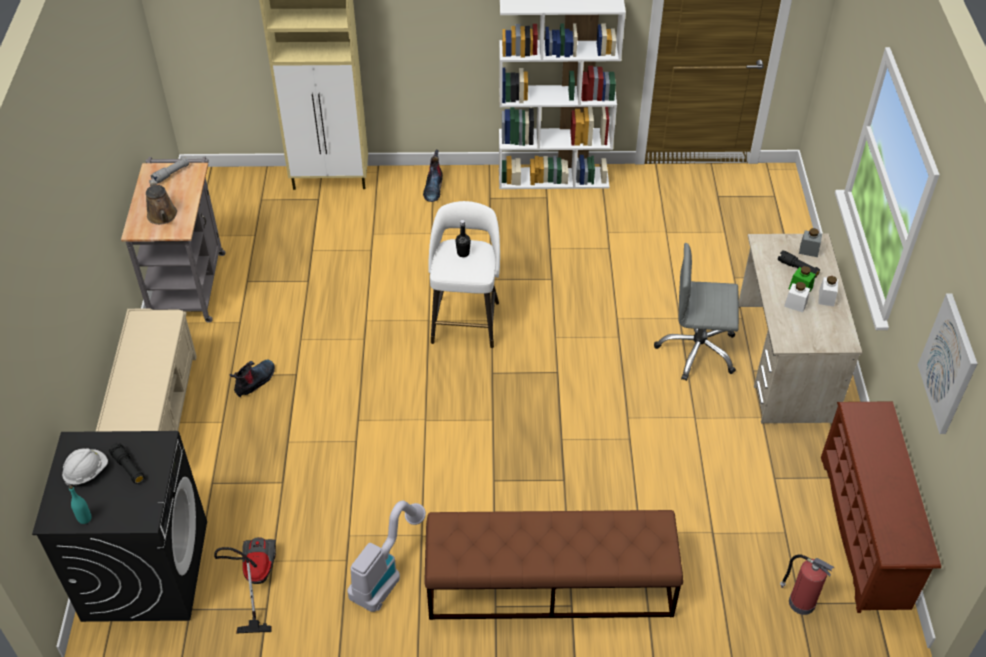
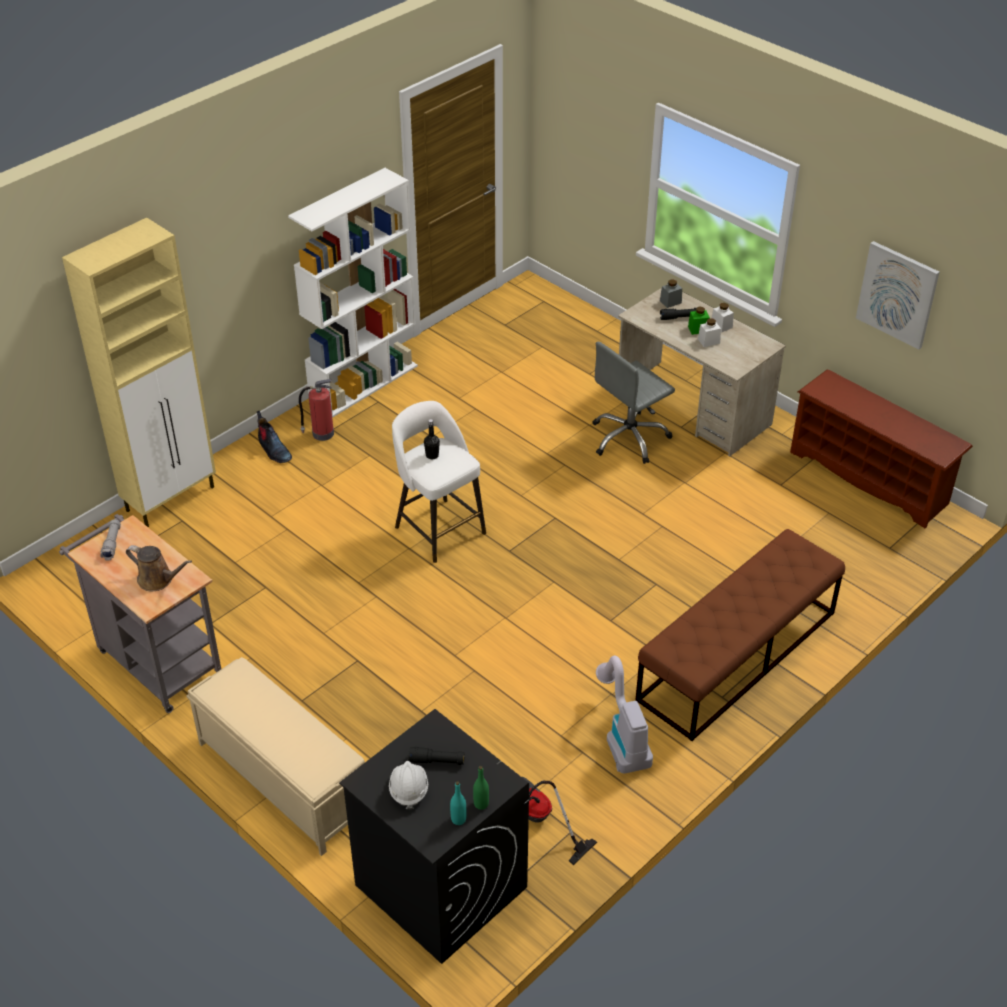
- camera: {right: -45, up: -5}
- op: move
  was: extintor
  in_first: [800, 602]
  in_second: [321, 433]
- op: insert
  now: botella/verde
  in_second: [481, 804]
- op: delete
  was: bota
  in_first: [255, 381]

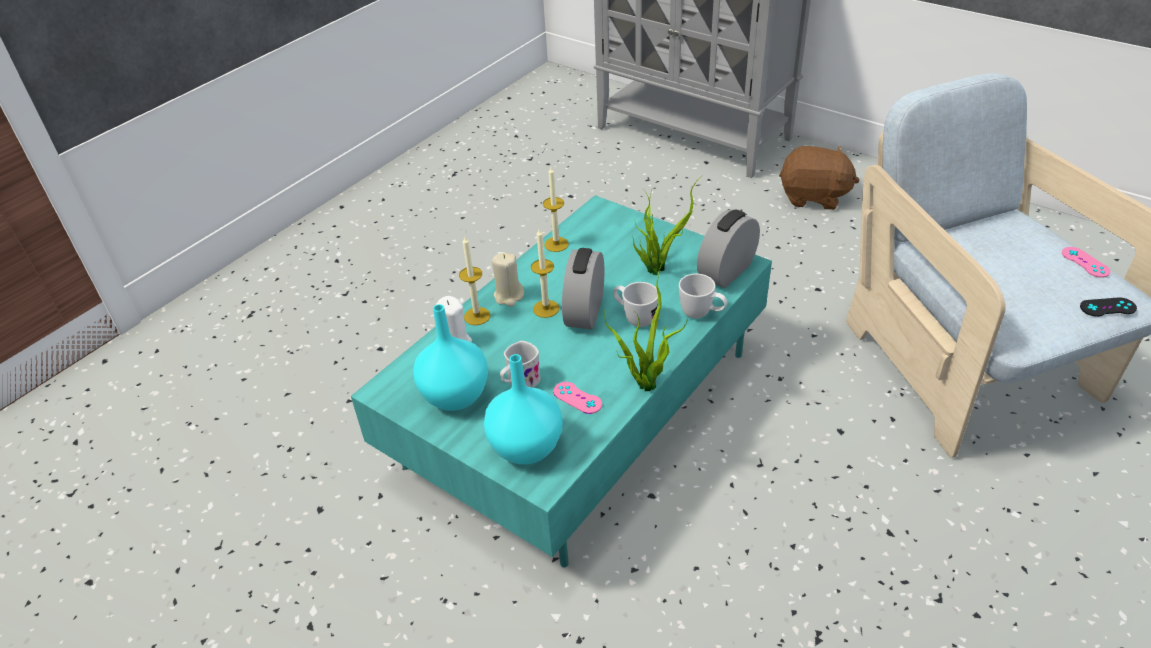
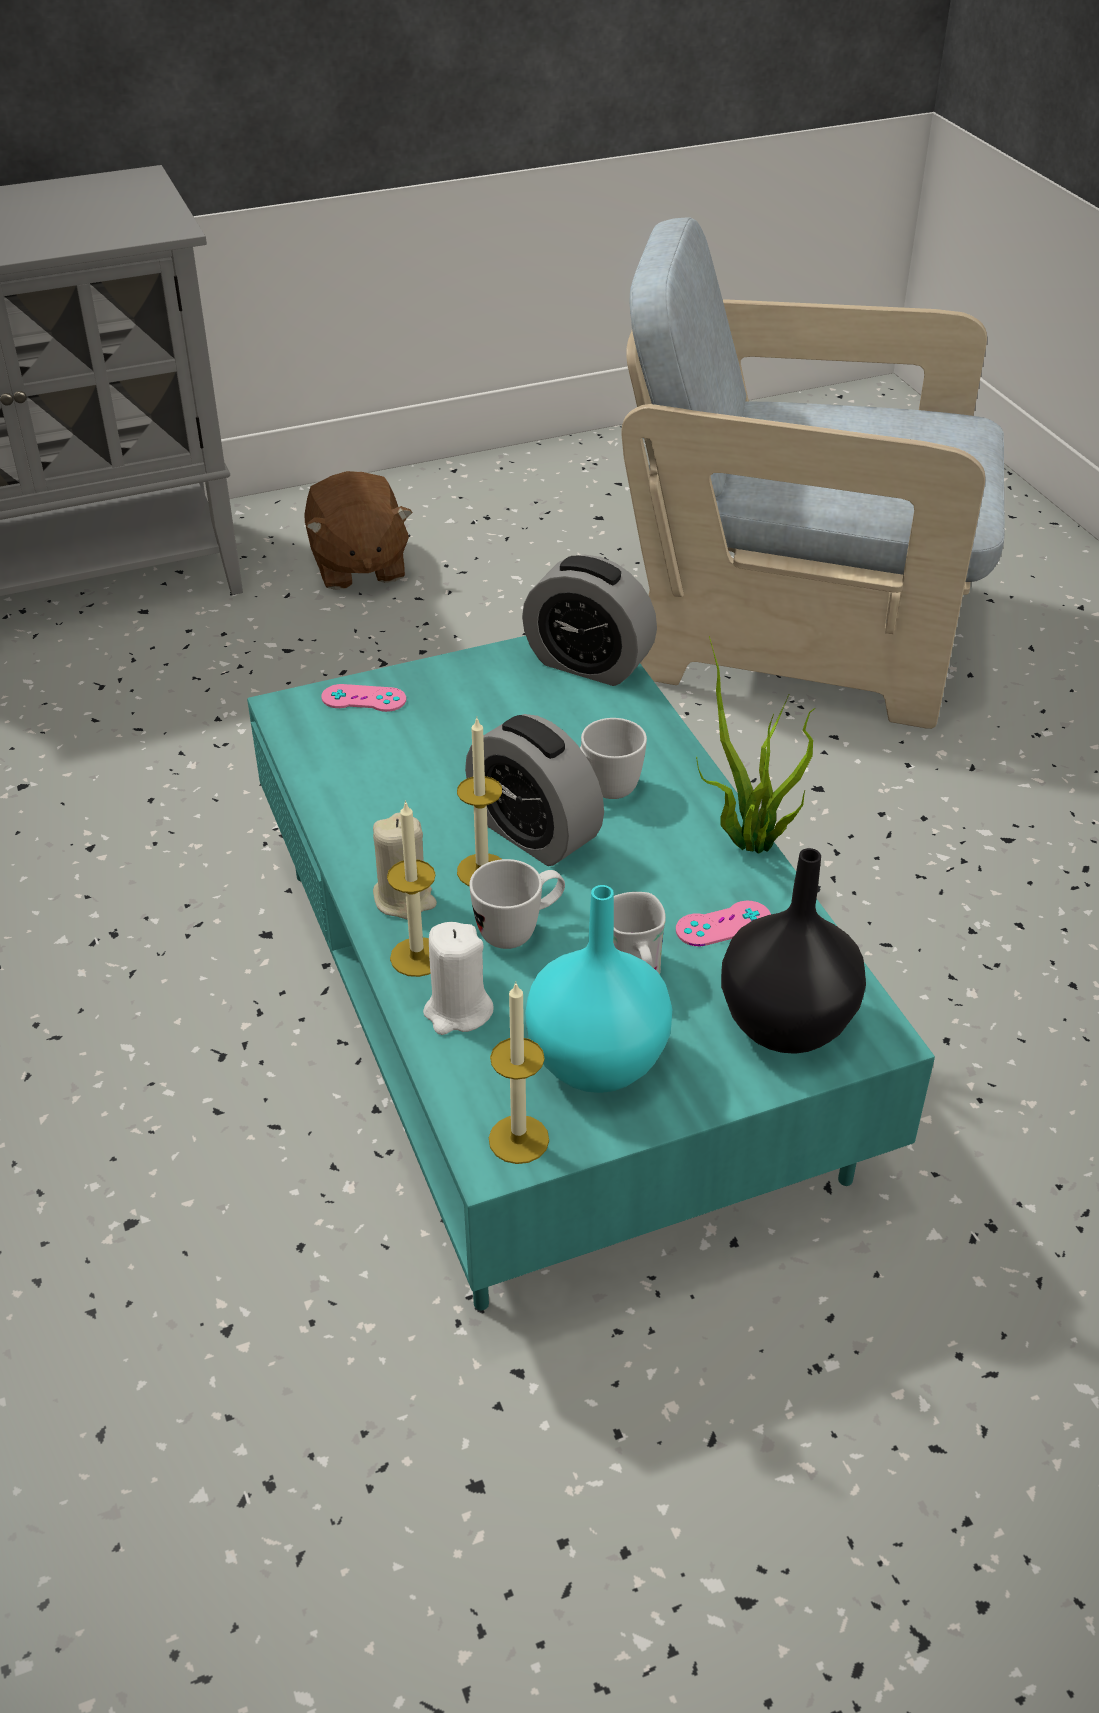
- camera: {right: -60, up: 0}
- op: rotate
  was: peluche/marrón
  in_first: [813, 197]
  in_second: [358, 566]
  clockwise: 120
- op: move
  was: mando de consola/rosa
  in_first: [1085, 262]
  in_second: [364, 699]
- op: move
  was: taza grande/blanco
  in_first: [701, 314]
  in_second: [519, 931]
- op: move
  was: vela
  in_first: [556, 244]
  in_second: [518, 1139]
- op: rotate
  was: despertador
  in_first: [726, 272]
  in_second: [588, 664]
  clockwise: -45
- op: recolor
  was: florero/turquesa
  now: florero/negro
  in_first: [524, 447]
  in_second: [785, 1026]
- op: delete
  was: planta en maceta
  in_first: [657, 267]
- op: delete
  was: mando de consola/negro
  in_first: [1107, 307]

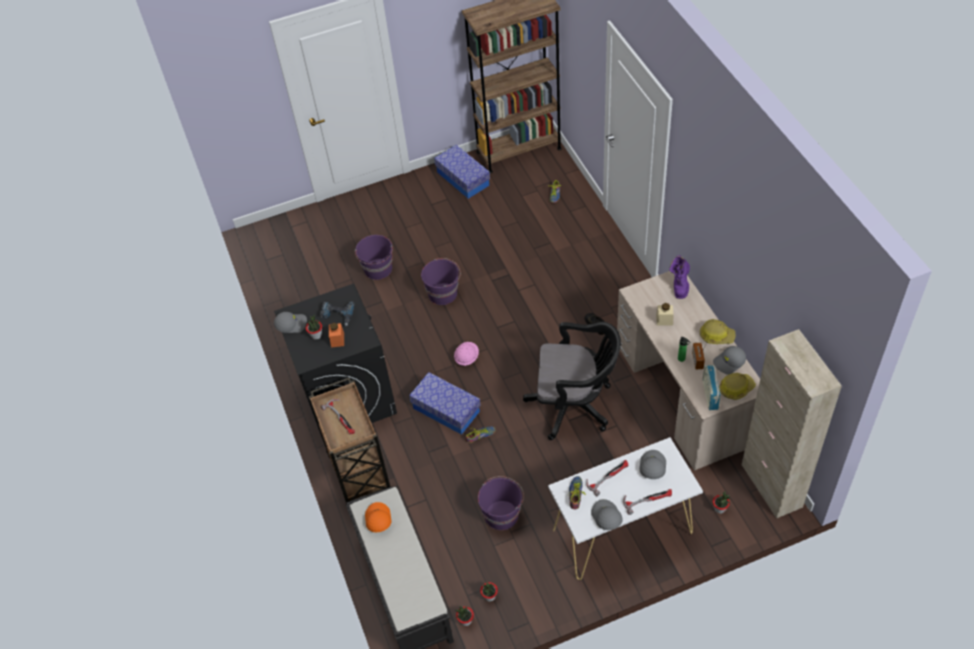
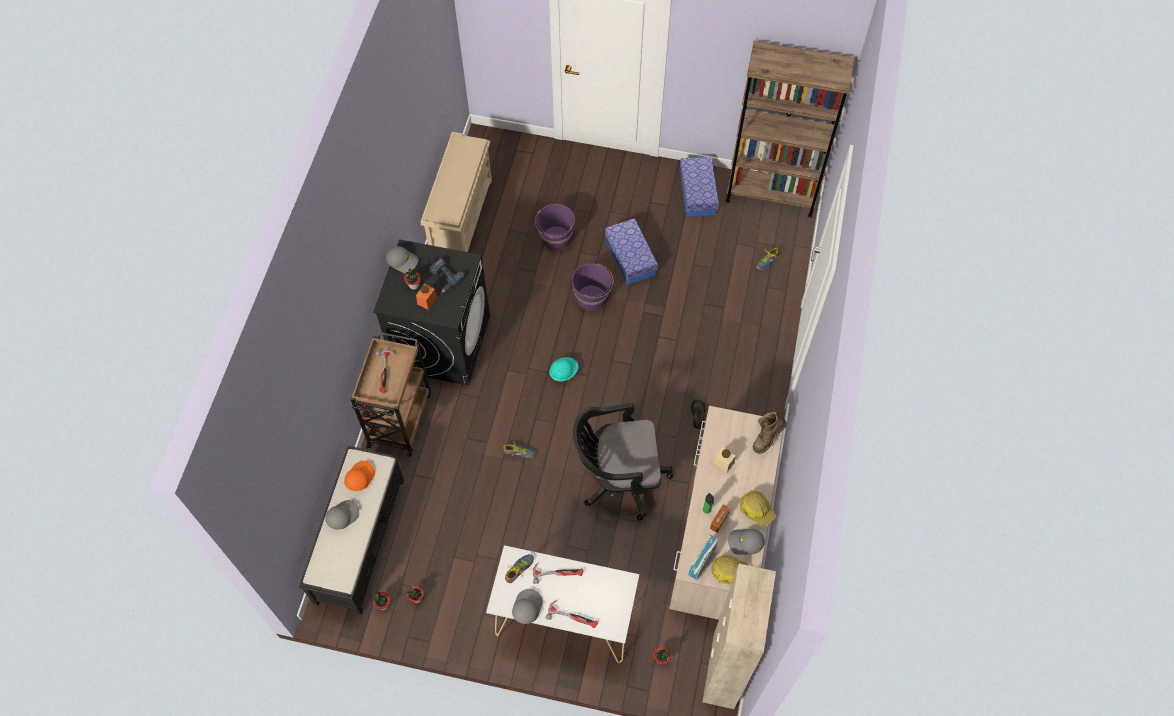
- camera: {right: 30, up: 10}
- op: move
  was: gorra/gris
  in_first: [652, 467]
  in_second: [342, 515]
- op: insert
  now: zapatero/beis
  in_second: [461, 217]
- op: recolor
  was: casco/rosa
  now: casco/turquesa
  in_first: [466, 358]
  in_second: [563, 372]
- op: rotate
  was: silla de oficina/negro
  in_first: [574, 405]
  in_second: [618, 478]
  clockwise: 135
- op: move
  was: caja de almacenaje
  in_first: [446, 410]
  in_second: [630, 258]
- op: recolor
  was: bota/morado
  now: bota/marrón
  in_first: [680, 285]
  in_second: [767, 438]
- op: delete
  was: cubo/morado
  in_first: [502, 514]

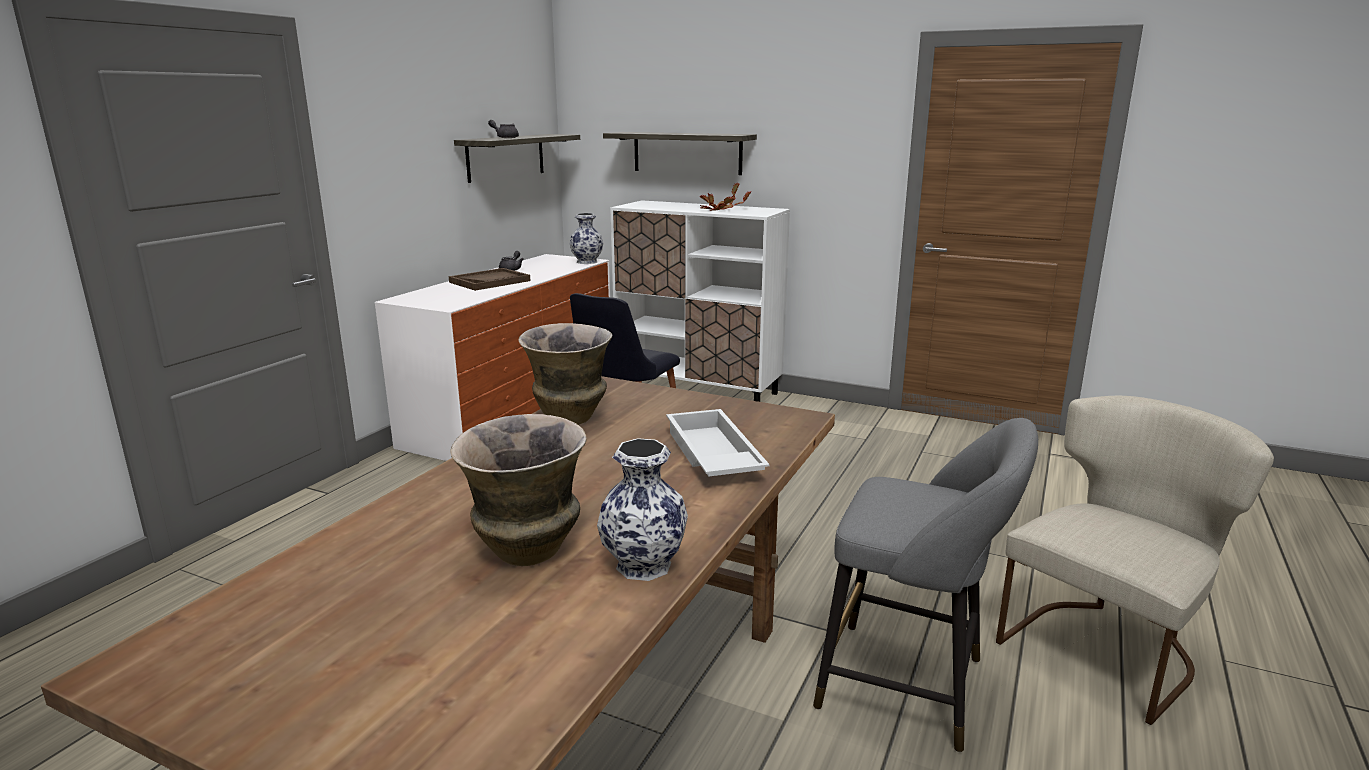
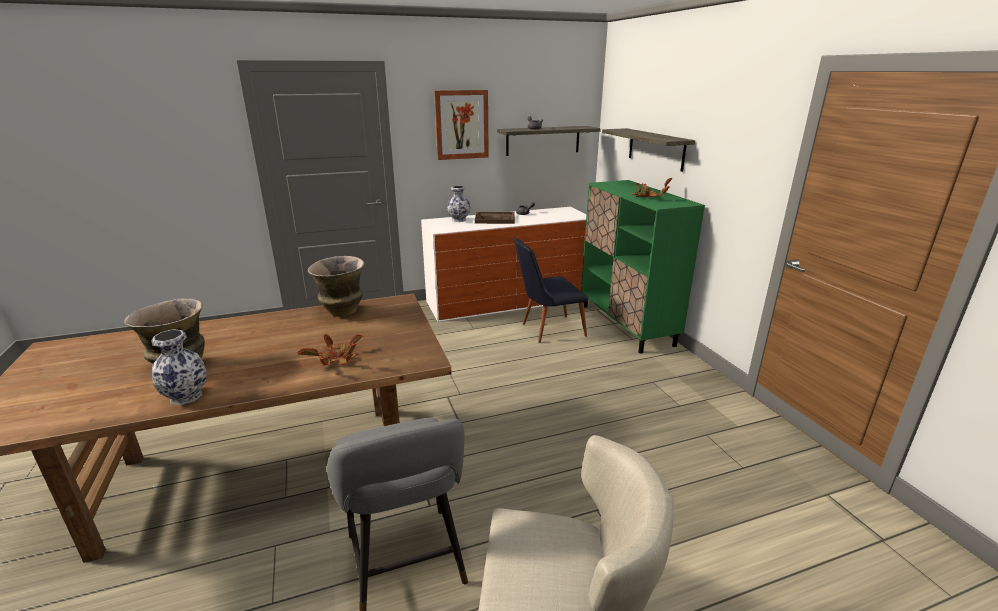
- camera: {right: 45, up: 5}
- op: replace
  was: bandeja/blanco
  now: planta en maceta
  in_first: [711, 456]
  in_second: [336, 359]
- op: insert
  now: cuadro
  in_second: [461, 125]
- op: move
  was: florero
  in_first: [587, 262]
  in_second: [459, 220]
- op: recolor
  was: armario/blanco
  now: armario/verde
  in_first: [699, 390]
  in_second: [626, 325]

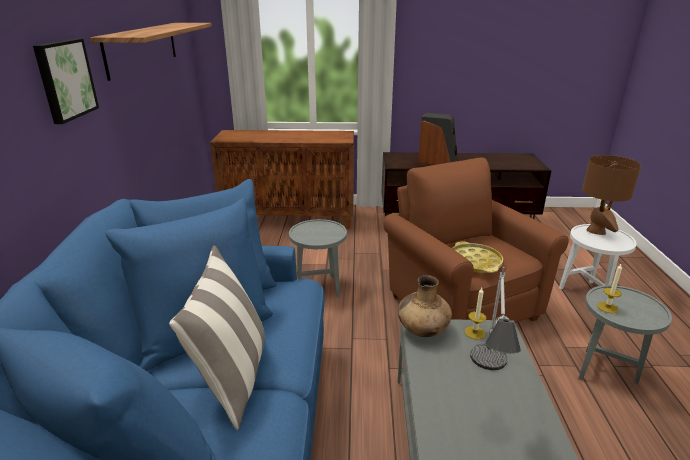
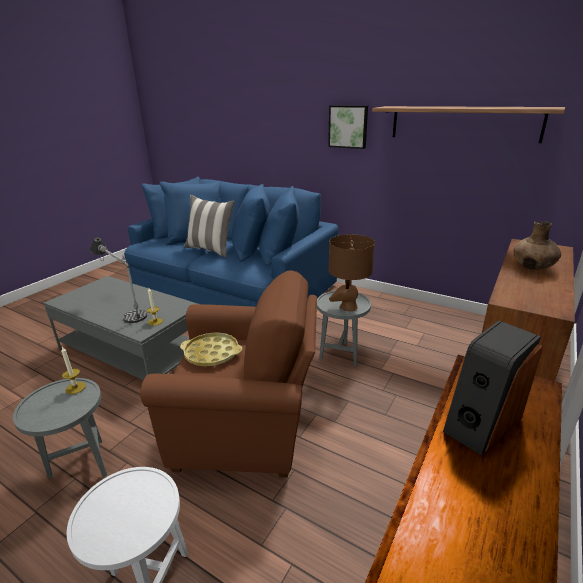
- camera: {right: 120, up: 0}
- op: move
  was: lámpara de mesa/marrón
  in_first: [596, 231]
  in_second: [348, 307]
- op: move
  was: florero/marrón
  in_first: [422, 330]
  in_second: [532, 268]

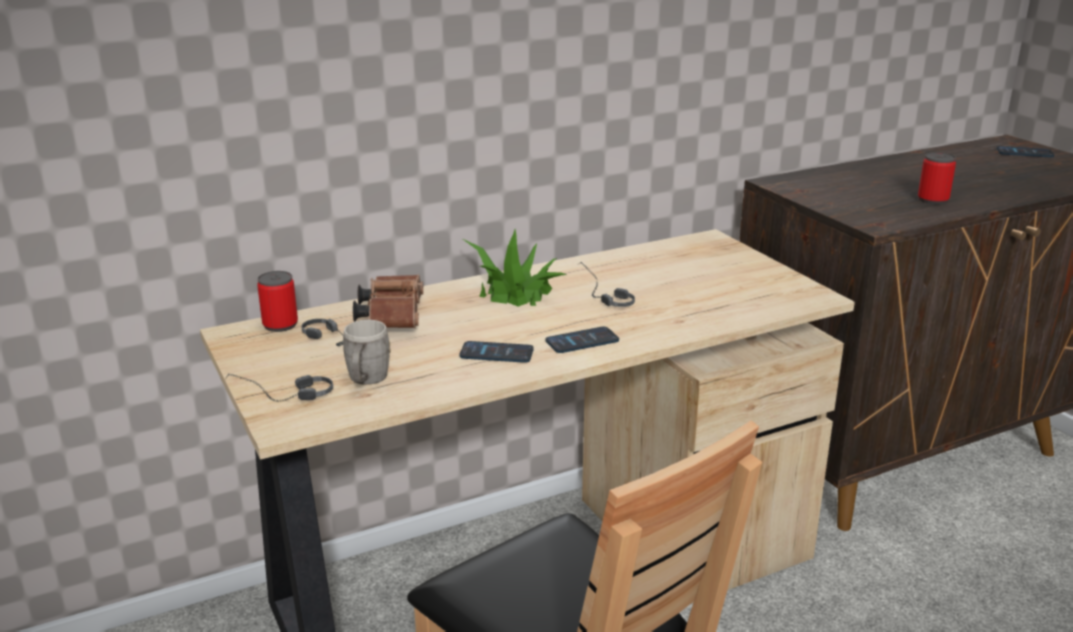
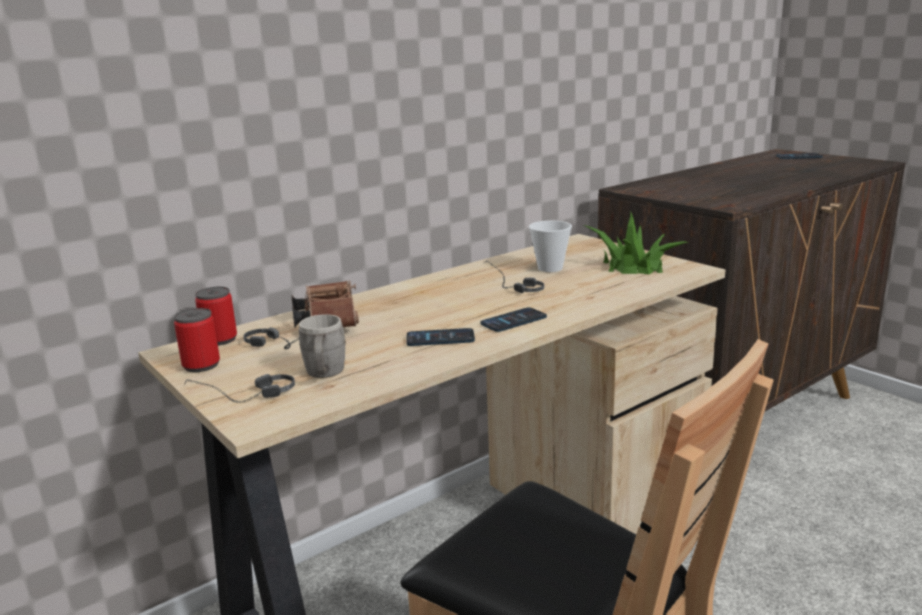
- camera: {right: -10, up: -5}
- op: move
  was: lata
  in_first: [933, 200]
  in_second: [201, 365]
- op: insert
  now: taza
  in_second: [550, 268]
- op: move
  was: planta en maceta
  in_first: [514, 292]
  in_second: [633, 266]

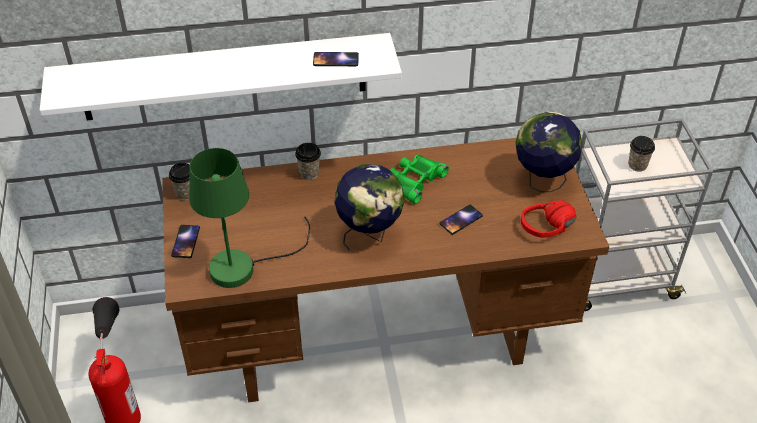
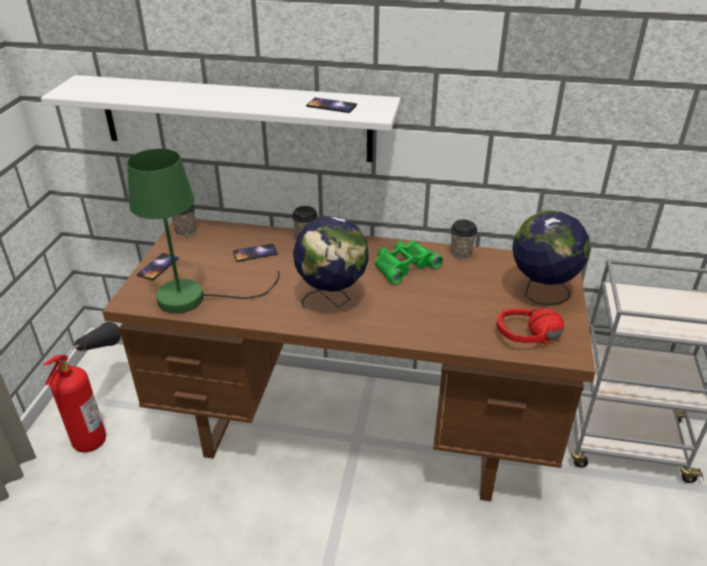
- camera: {right: 20, up: -10}
- op: move
  was: móvil
  in_first: [461, 220]
  in_second: [255, 253]
- op: move
  was: taza
  in_first: [637, 165]
  in_second: [461, 253]

